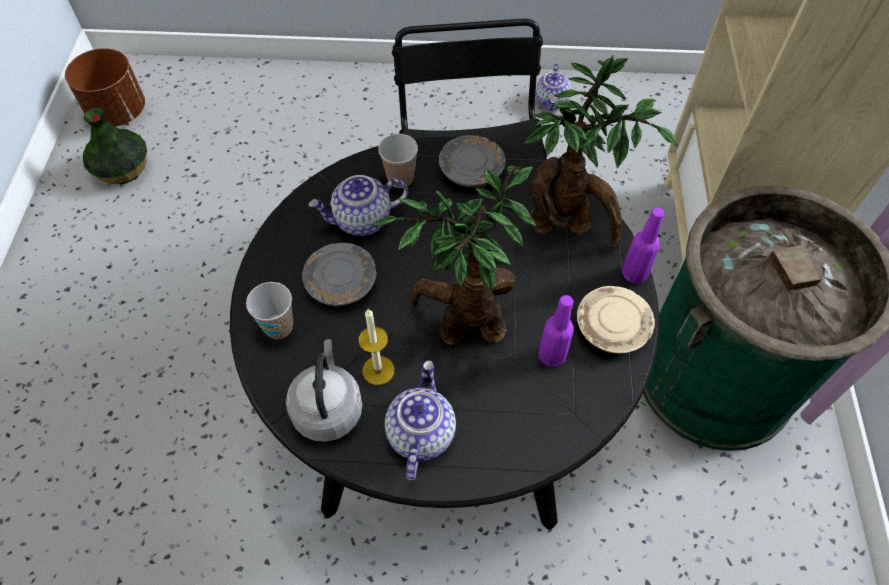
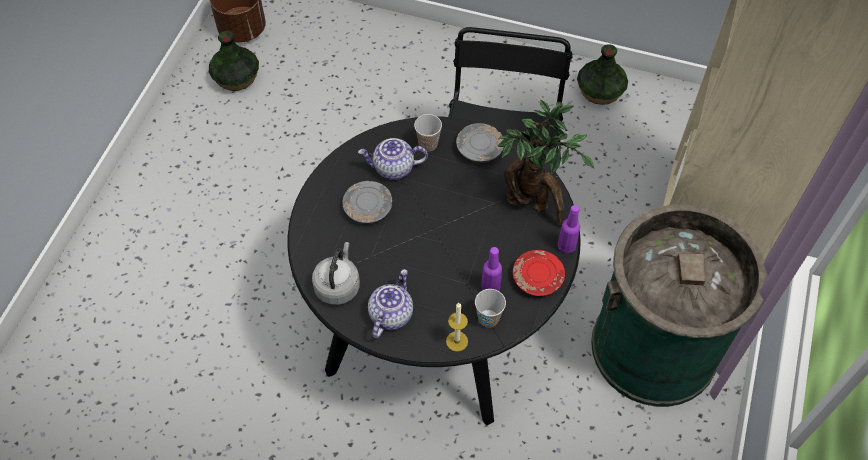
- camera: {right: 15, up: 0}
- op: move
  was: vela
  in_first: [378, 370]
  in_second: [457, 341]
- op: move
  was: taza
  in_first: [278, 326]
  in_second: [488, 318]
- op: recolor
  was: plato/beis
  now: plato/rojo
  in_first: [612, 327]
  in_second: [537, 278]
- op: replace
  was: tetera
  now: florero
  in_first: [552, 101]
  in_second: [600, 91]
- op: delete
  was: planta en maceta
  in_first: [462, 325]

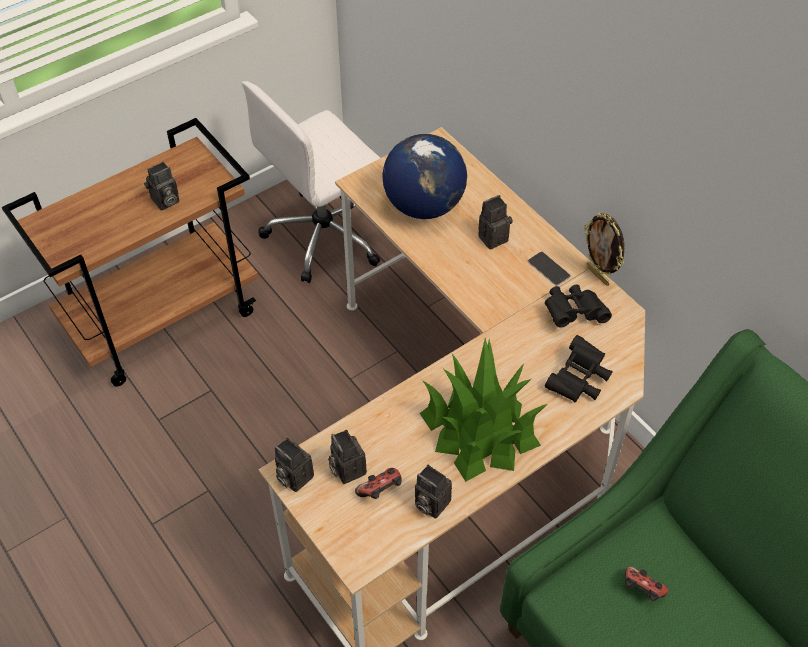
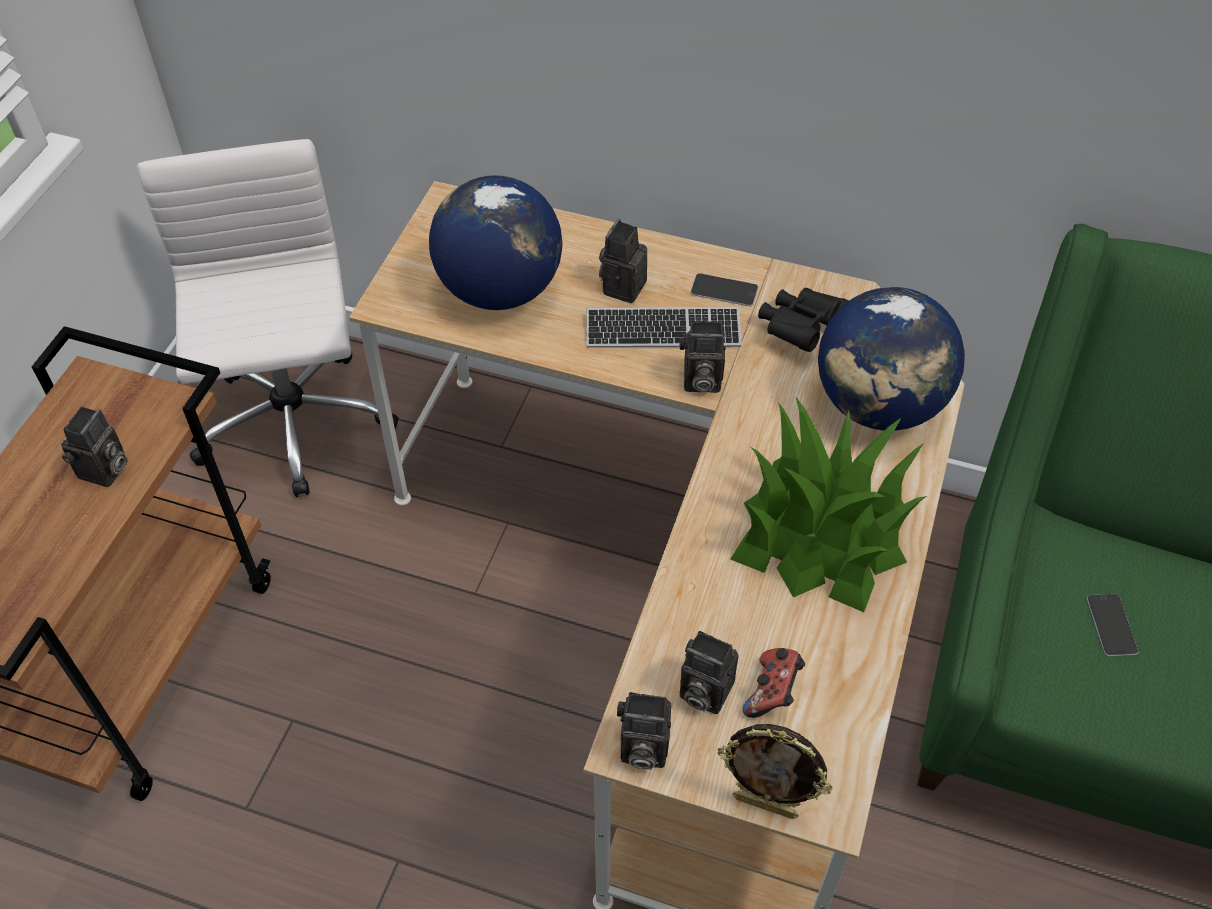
- camera: {right: -35, up: 0}
- op: rotate
  was: silla de oficina/blanco
  in_first: [326, 235]
  in_second: [294, 426]
  clockwise: 150
- op: insert
  now: teclado
  in_second: [663, 331]
- op: move
  was: cámara
  in_first: [429, 503]
  in_second: [699, 381]
- op: move
  was: portarretratos
  in_first: [598, 275]
  in_second: [766, 805]
- op: replace
  was: prismáticos/negro
  now: globo terráqueo
  in_first: [578, 380]
  in_second: [879, 405]
- op: replace
  was: mando de consola
  now: móvil
  in_first: [642, 590]
  in_second: [1111, 625]

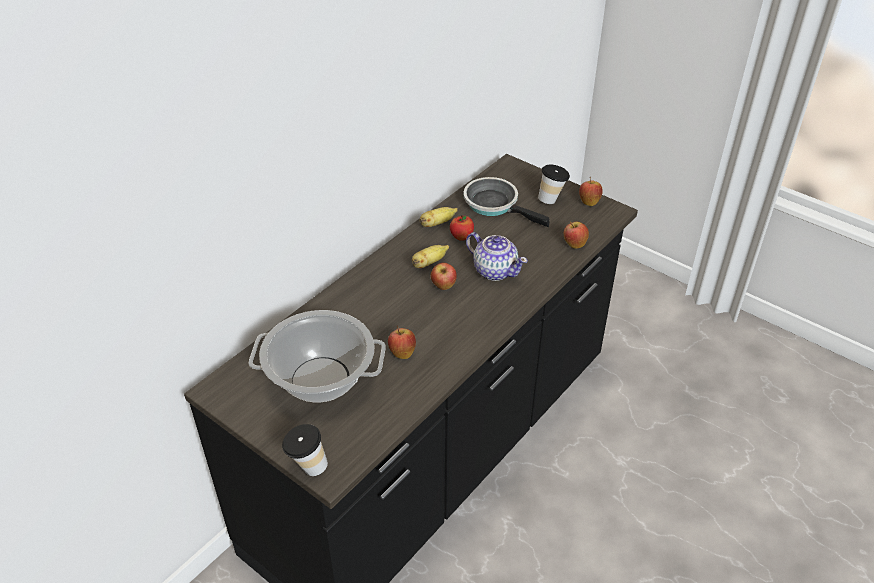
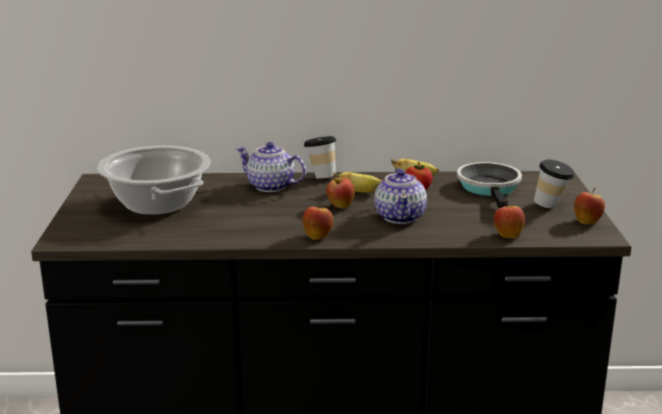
- camera: {right: 50, up: -20}
- op: insert
  now: tetera
  in_second: [271, 186]
- op: move
  was: manzana
  in_first: [402, 353]
  in_second: [317, 236]
- op: move
  was: taza
  in_first: [307, 468]
  in_second: [320, 176]

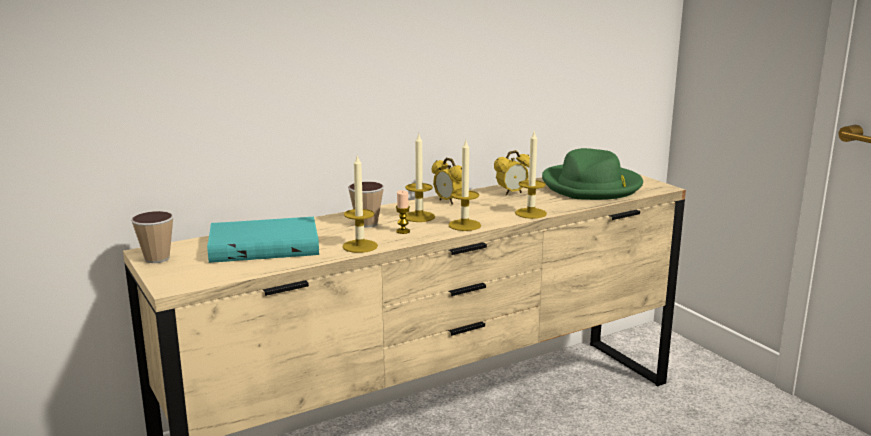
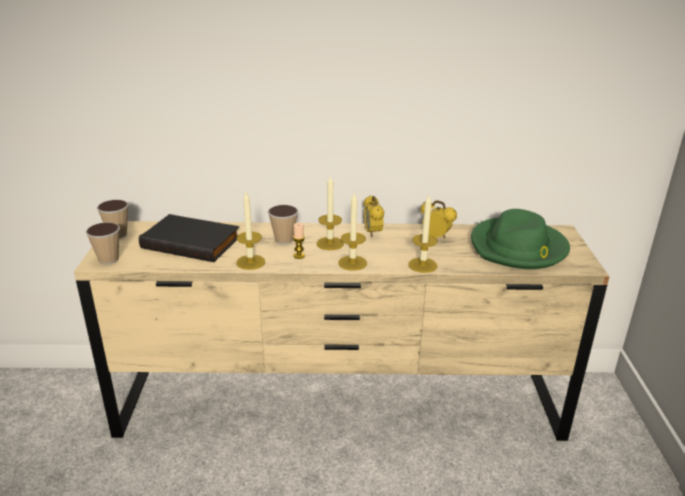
- camera: {right: 30, up: 10}
- op: insert
  now: taza
  in_second: [108, 260]
- op: recolor
  was: libro/turquesa
  now: libro/negro
  in_first: [265, 245]
  in_second: [192, 242]
- op: rotate
  was: despertador
  in_first: [511, 193]
  in_second: [436, 237]
  clockwise: -150

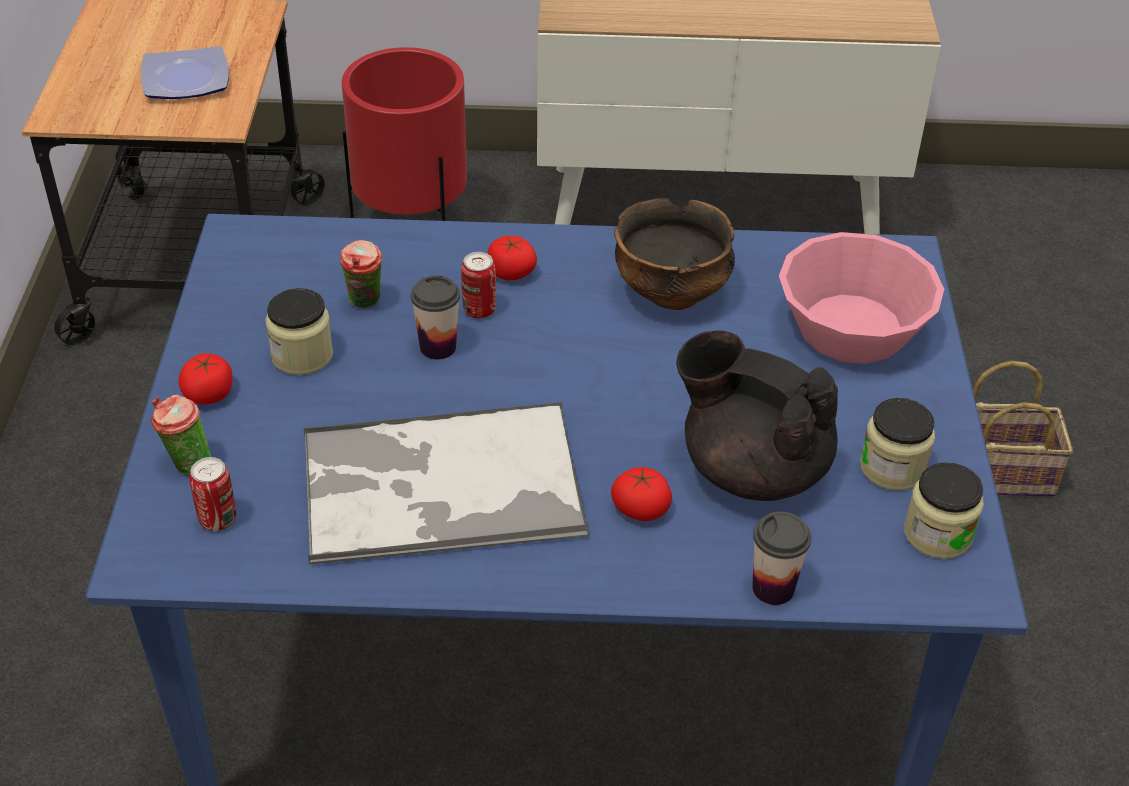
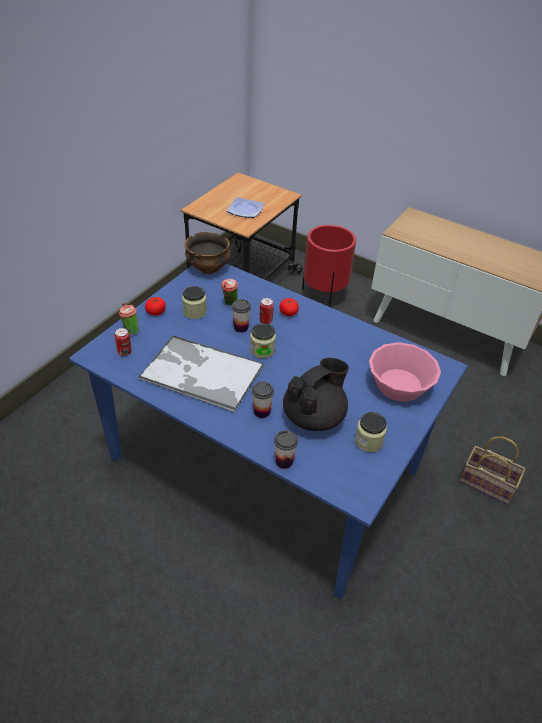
- camera: {right: 30, up: 0}
- op: move
  was: cuenco
  in_first: [672, 292]
  in_second: [208, 267]
- op: move
  was: tarro
  in_first: [937, 534]
  in_second: [262, 350]
- op: replace
  was: tomate
  now: taza
  in_first: [640, 508]
  in_second: [261, 412]
- op: rotate
  was: tetera/negro
  in_first: [752, 468]
  in_second: [314, 417]
  clockwise: 75

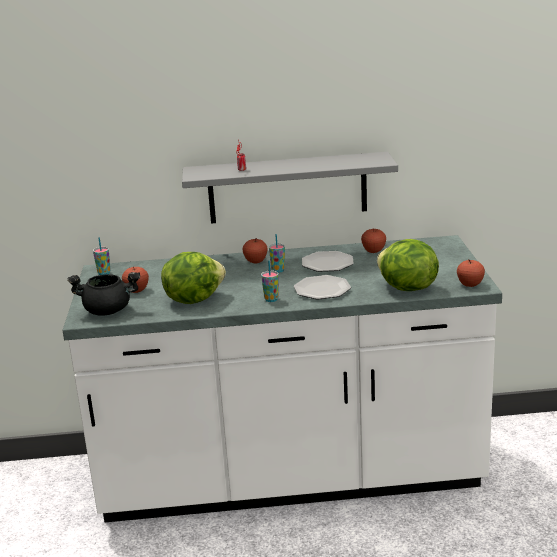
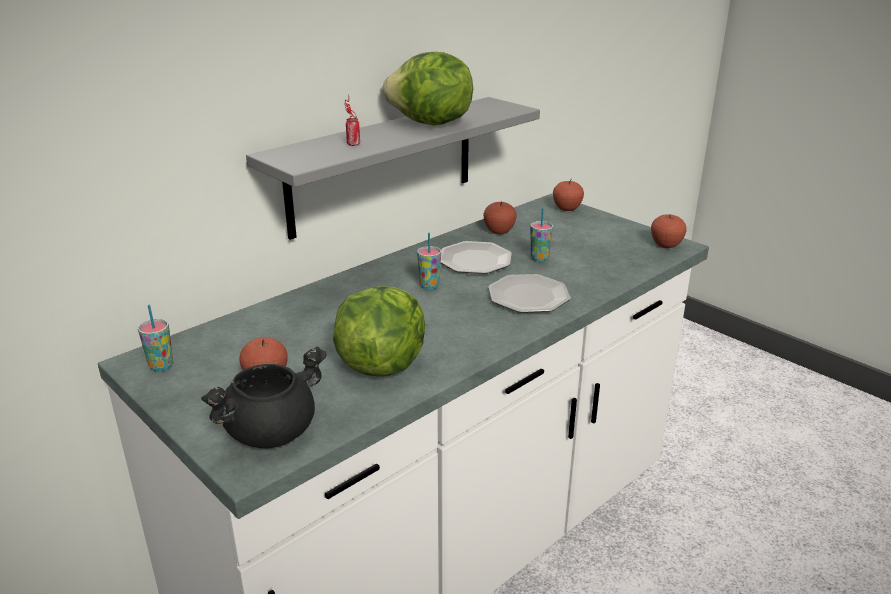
- camera: {right: -40, up: 5}
- op: move
  was: lechuga
  in_first: [406, 288]
  in_second: [431, 124]
- op: move
  was: taza
  in_first: [271, 299]
  in_second: [539, 258]
- op: move
  was: manzana
  in_first: [255, 261]
  in_second: [567, 209]

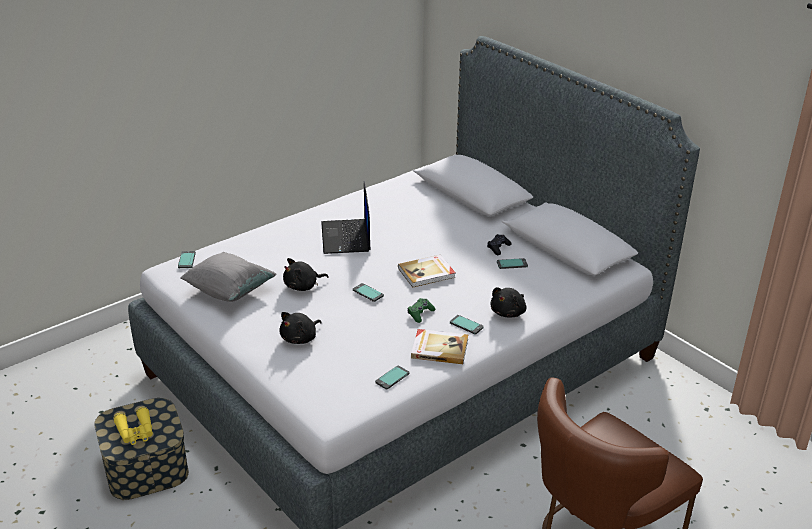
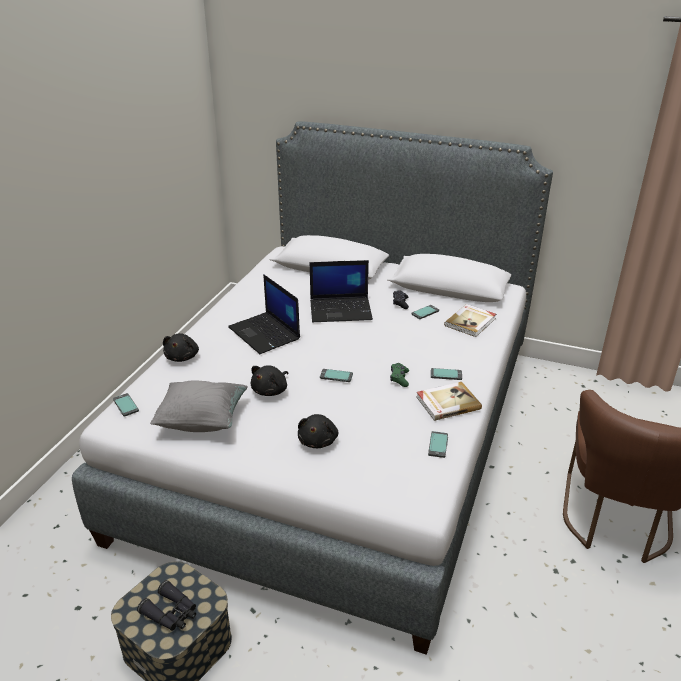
- camera: {right: -30, up: 0}
- op: recolor
  was: prismáticos/amarillo
  now: prismáticos/negro
  in_first: [136, 432]
  in_second: [171, 613]
- op: move
  was: peluche/negro
  in_first: [509, 312]
  in_second: [182, 357]
- op: insert
  now: portátil
  in_second: [341, 310]
- op: move
  was: libro
  in_first: [427, 273]
  in_second: [471, 322]

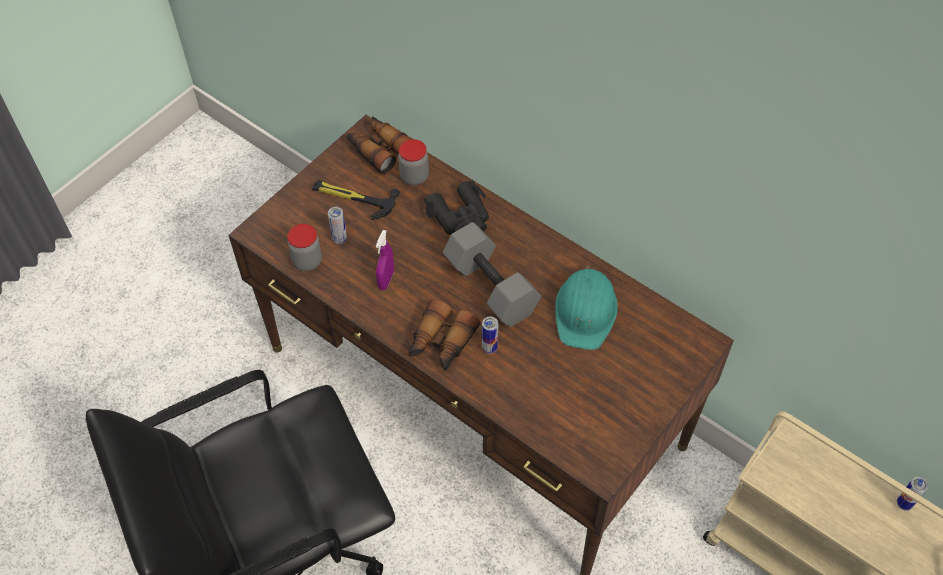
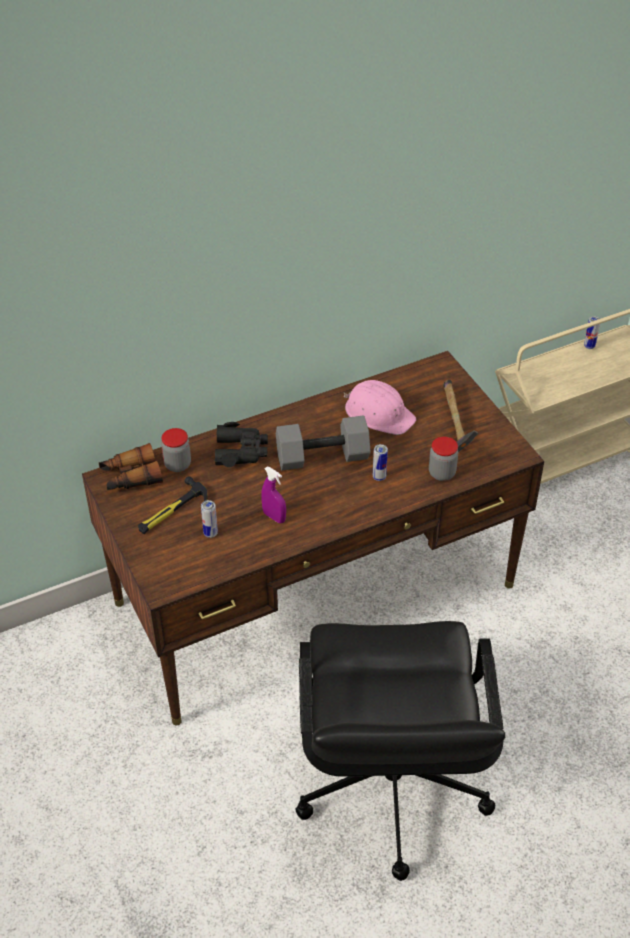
- camera: {right: -65, up: -10}
- op: recolor
  was: casco/turquesa
  now: casco/rosa
  in_first: [586, 311]
  in_second: [378, 413]
- op: move
  was: tarro
  in_first: [307, 261]
  in_second: [442, 473]
- op: insert
  now: martillo
  in_second: [454, 423]
- op: delete
  was: prismáticos
  in_first: [441, 343]

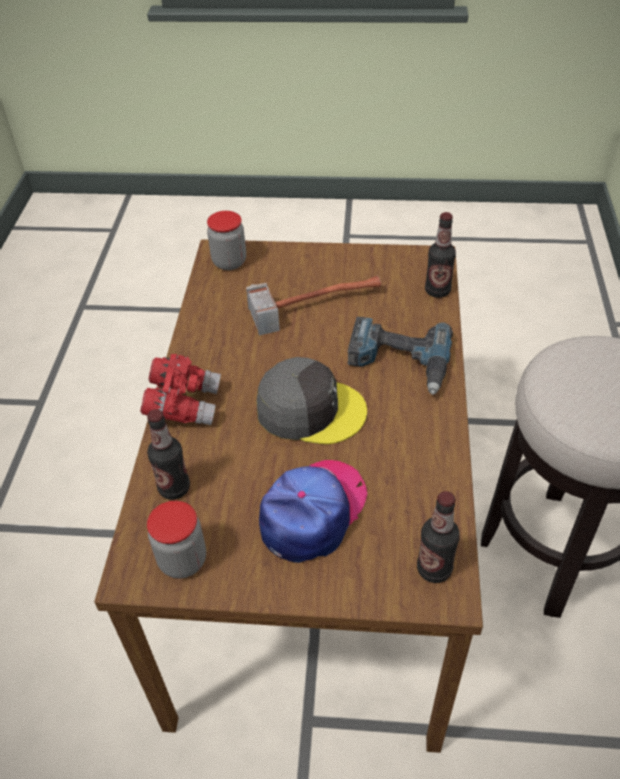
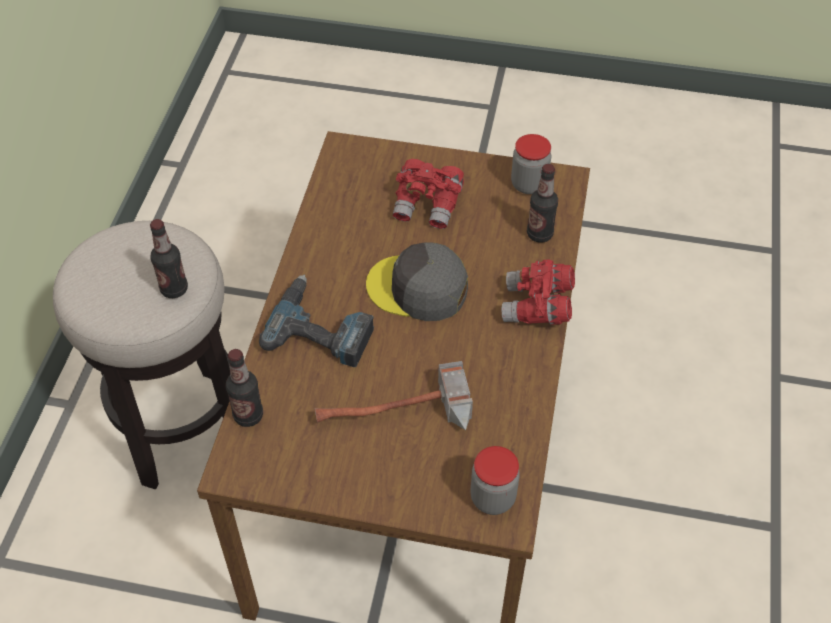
- camera: {right: -175, up: 5}
- op: move
  was: botella
  in_first: [434, 569]
  in_second: [174, 289]
- op: replace
  was: gorra
  now: prismáticos/rojo
  in_first: [313, 512]
  in_second: [428, 205]

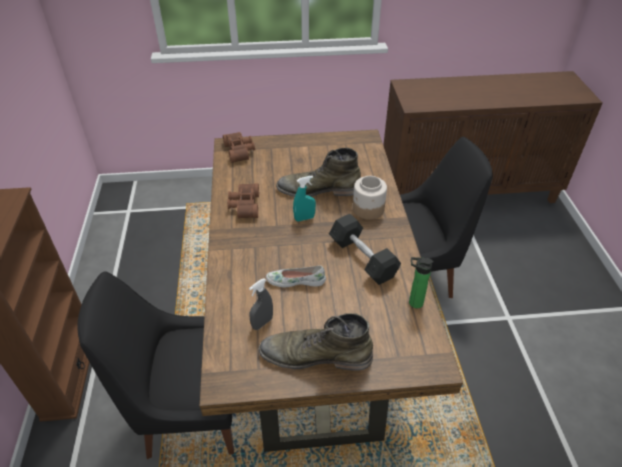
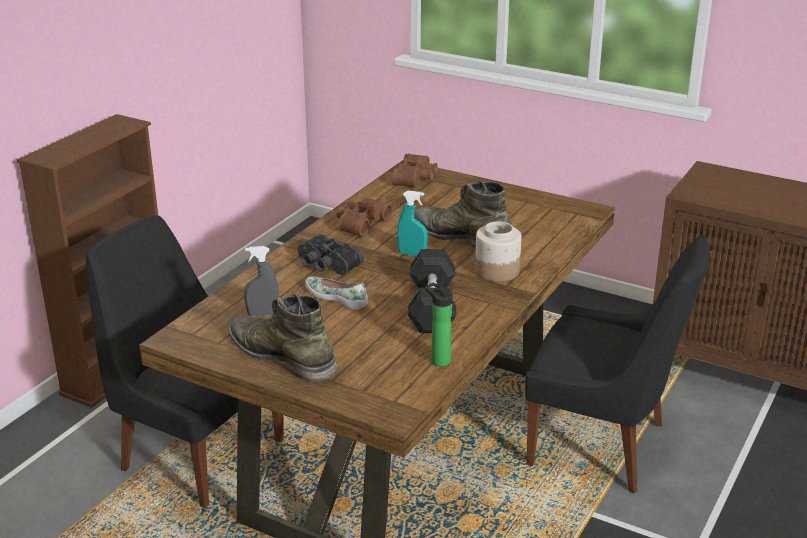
- camera: {right: 35, up: -15}
- op: insert
  now: prismáticos/negro
  in_second: [326, 265]

